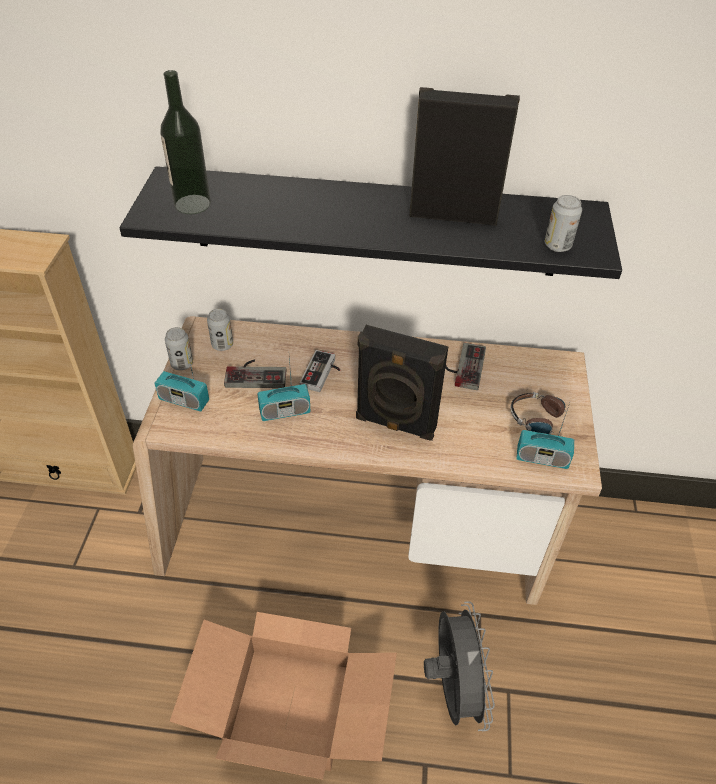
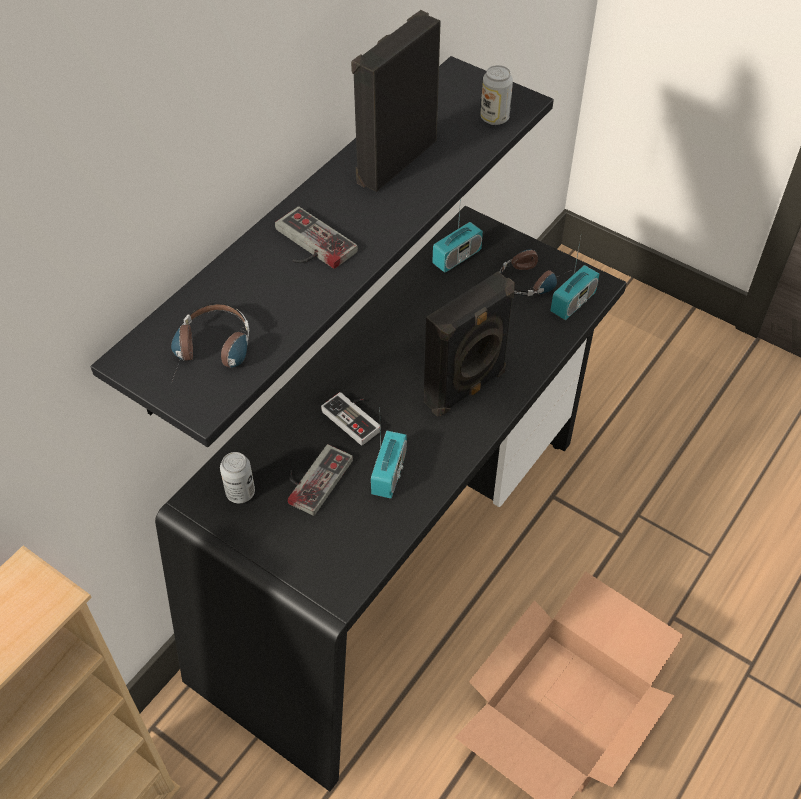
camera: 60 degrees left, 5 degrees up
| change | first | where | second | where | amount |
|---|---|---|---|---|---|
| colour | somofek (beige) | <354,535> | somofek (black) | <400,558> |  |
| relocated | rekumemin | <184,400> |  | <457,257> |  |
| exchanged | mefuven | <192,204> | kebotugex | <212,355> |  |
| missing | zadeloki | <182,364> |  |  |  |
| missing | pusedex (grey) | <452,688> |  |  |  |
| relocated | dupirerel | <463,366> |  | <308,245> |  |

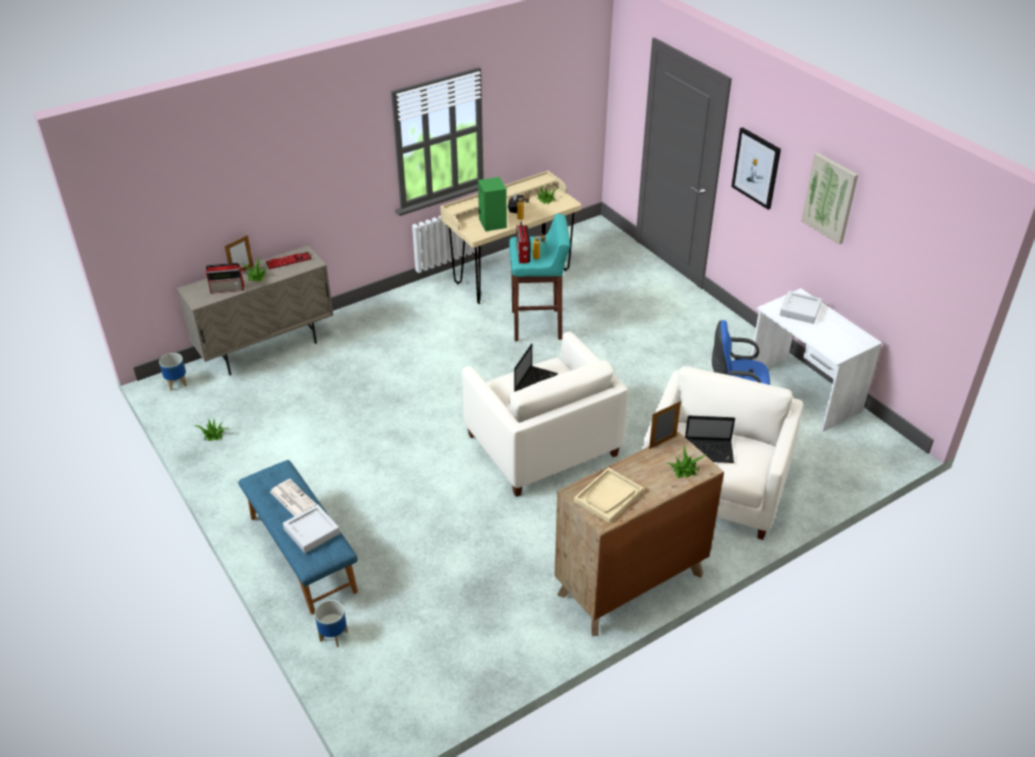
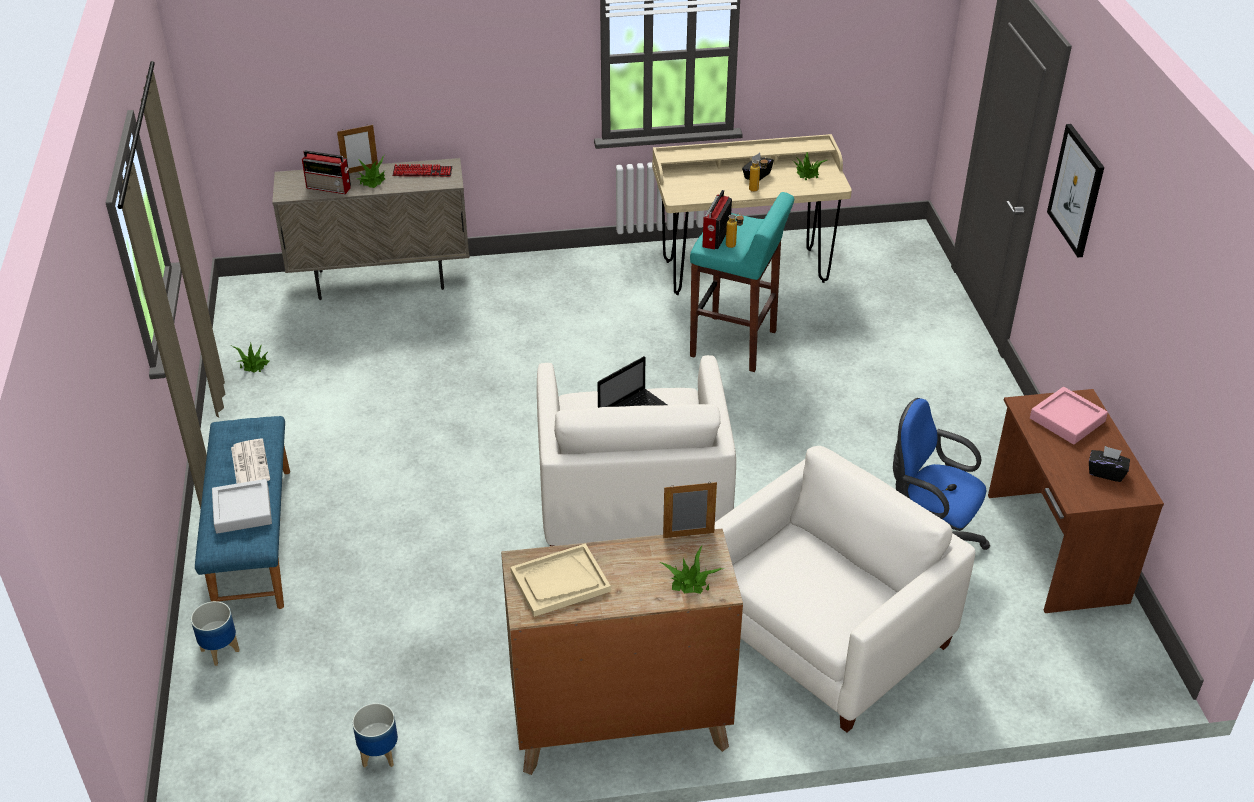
camera: 25 degrees right, 0 degrees up
| change | first | where | second | where | amount |
|---|---|---|---|---|---|
| relocated | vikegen | <177,383> |  | <380,754> |  |
| missing | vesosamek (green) | <493,223> |  |  |  |
| missing | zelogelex | <709,451> |  |  |  |
| colour | somofek (white) | <803,393> | somofek (brown) | <1054,548> |  |
| colour | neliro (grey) | <800,310> | neliro (pink) | <1067,420> |  |
| missing | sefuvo | <830,198> |  |  |  |
| appeared |  |  | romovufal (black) | <1106,472> |  |

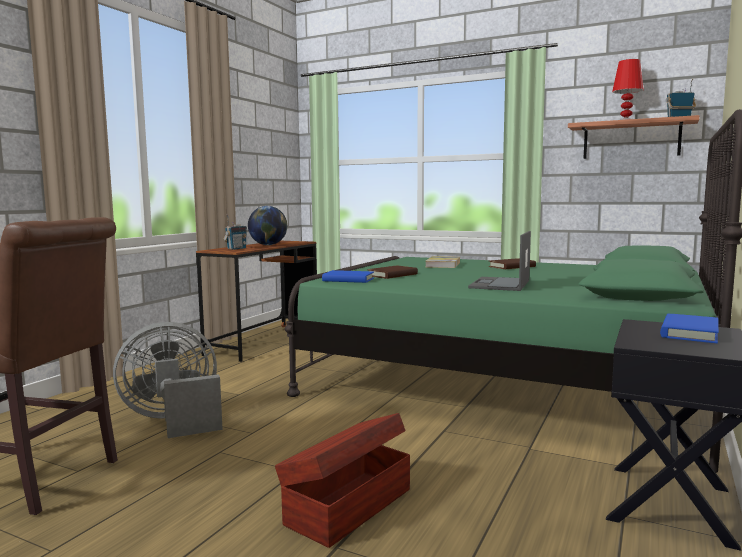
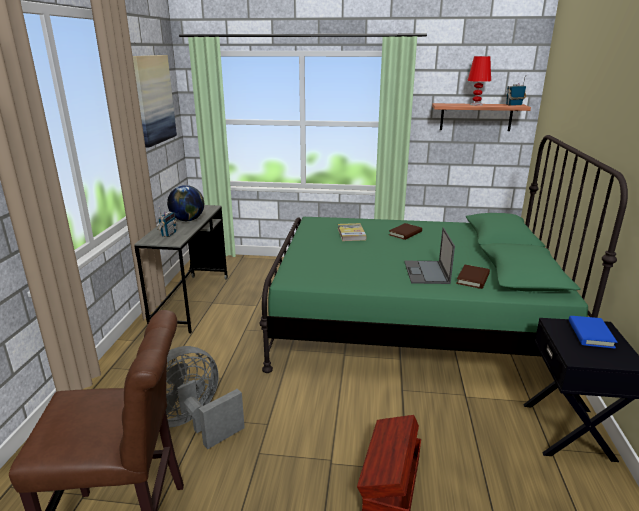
camera: 20 degrees left, 15 degrees up
| change | first | where | second | where | amount |
|---|---|---|---|---|---|
| colour | somofek (brown) | <264,342> | somofek (grey) | <191,301> |  |
| missing | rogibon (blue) | <348,280> |  |  |  |
| relocated | rogibon (brown) | <392,275> |  | <473,279> |  |
| appeared |  |  | sefuvo | <154,99> |  |

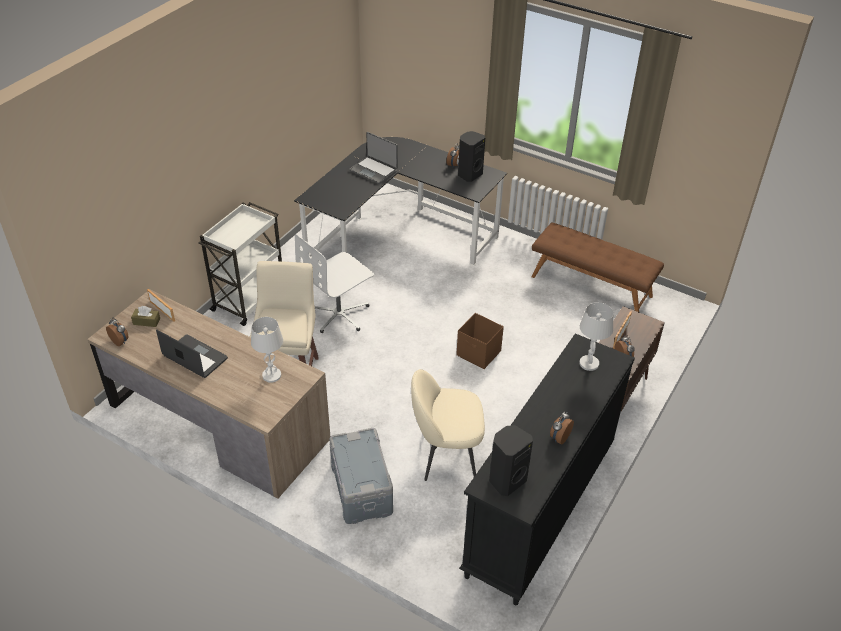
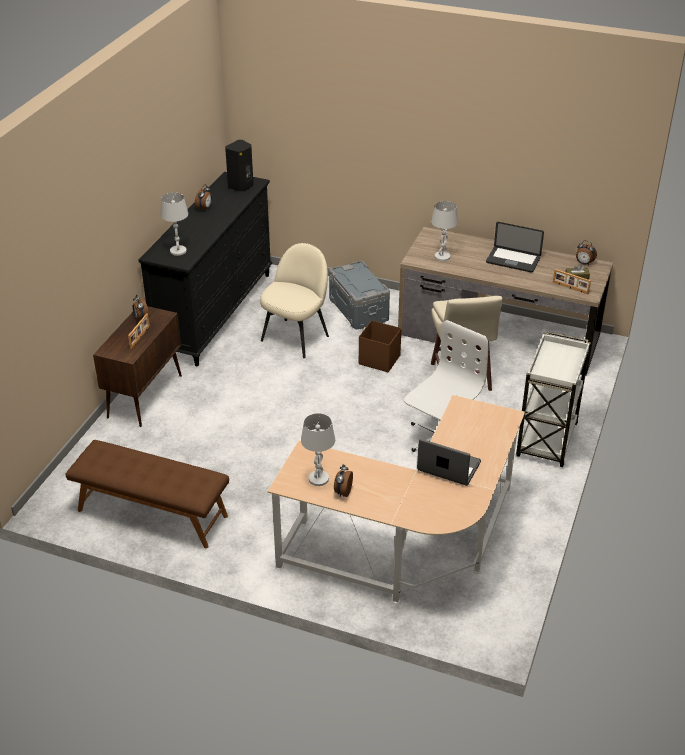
camera: 170 degrees right, 5 degrees down
| change | first | where | second | where | amount |
|---|---|---|---|---|---|
| colour | somofek (black) | <398,238> | somofek (beige) | <411,546> |  |
| spun | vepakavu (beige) | <446,455> |  | <296,337> | 45 degrees counterclockwise |
| relocated | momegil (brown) | <479,354> |  | <379,359> |  |
| exchanged | vesosamek (black) | <469,175> | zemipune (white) | <318,479> |  |

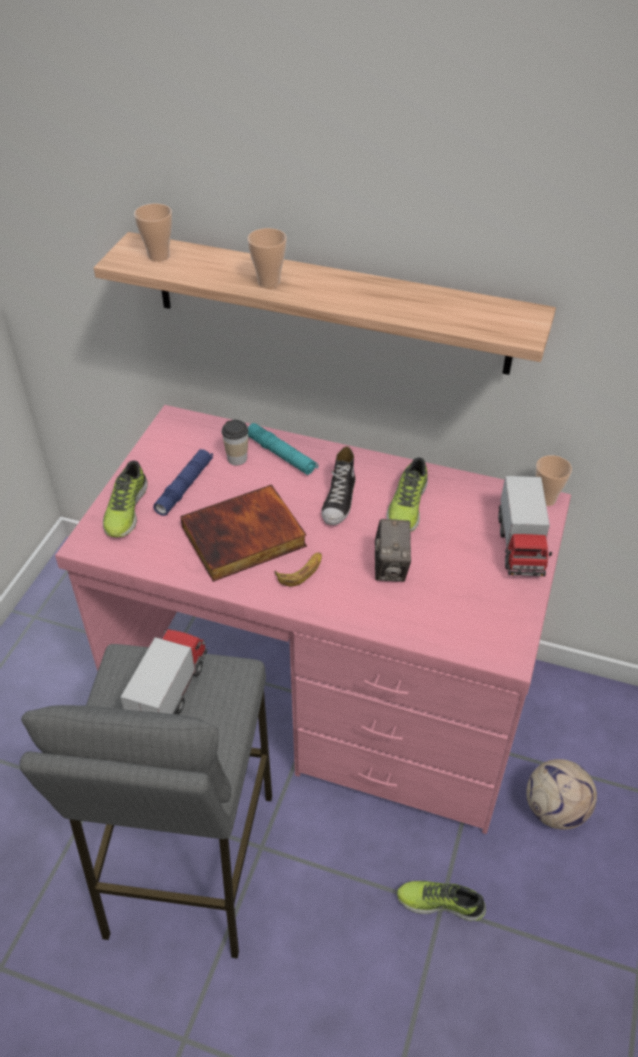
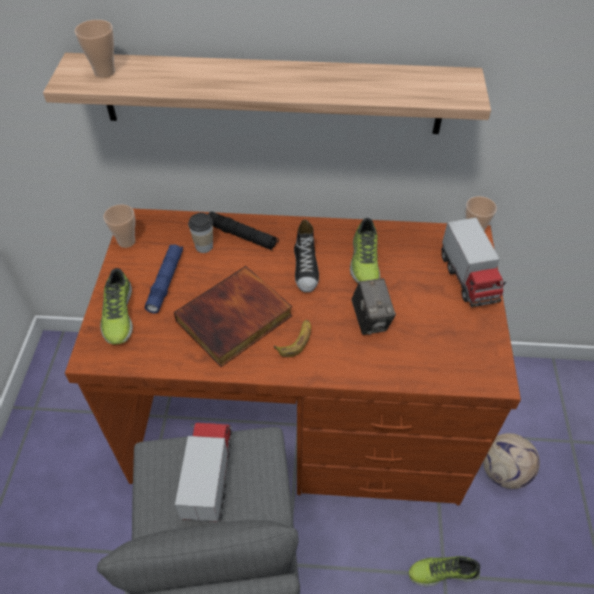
camera: 15 degrees left, 5 degrees up
| change | first | where | second | where | amount |
|---|---|---|---|---|---|
| colour | somofek (pink) | <323,693> | somofek (brown) | <299,419> |  |
| relocated | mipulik | <269,282> |  | <126,241> |  |
| colour | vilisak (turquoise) | <281,455> | vilisak (black) | <242,236> |  |

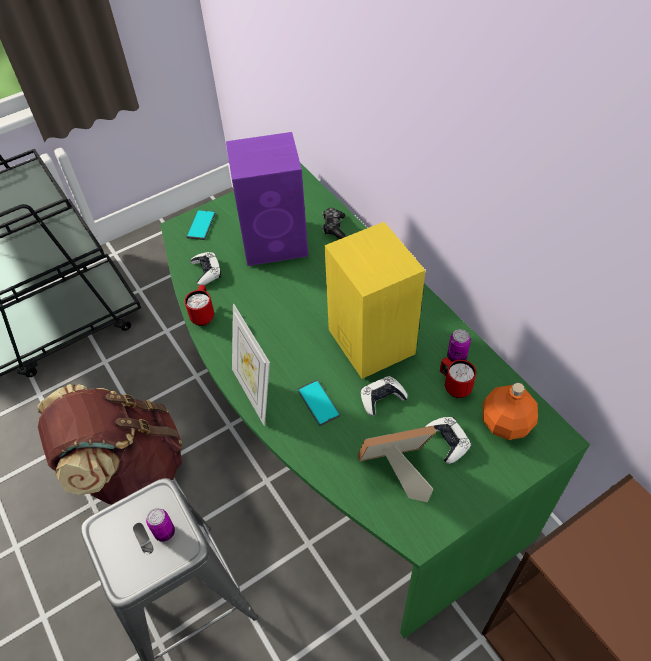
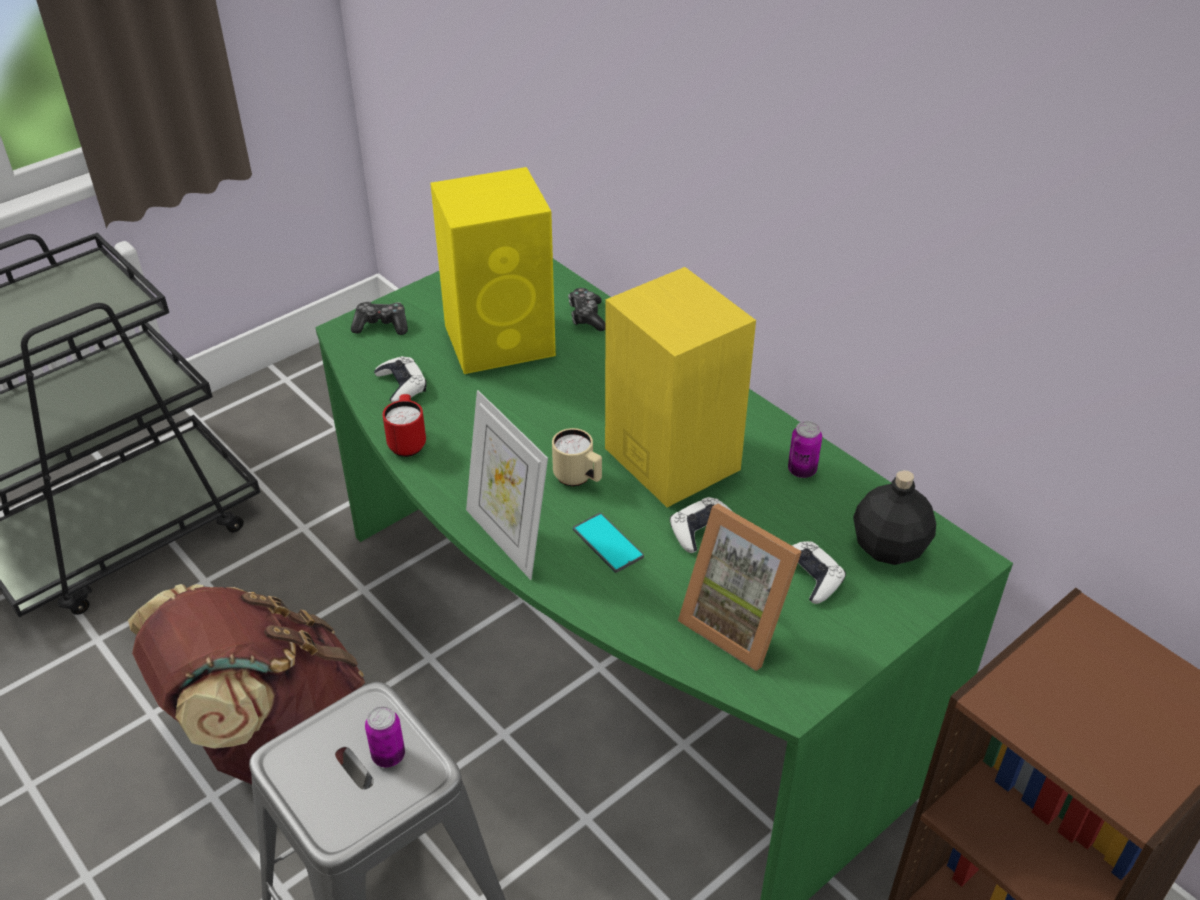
camera: 10 degrees left, 10 degrees down
| change | first | where | second | where | amount |
|---|---|---|---|---|---|
| exchanged | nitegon | <201,225> | dupirerel | <381,325> |  |
| colour | vesosamek (purple) | <276,241> | vesosamek (yellow) | <502,340> |  |
| spun | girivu | <395,473> |  | <739,623> | 120 degrees counterclockwise |
| missing | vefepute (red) | <454,386> |  |  |  |
| colour | mefuven (orange) | <505,424> | mefuven (black) | <888,548> |  |
| appeared |  |  | vefepute (beige) | <578,479> |  |

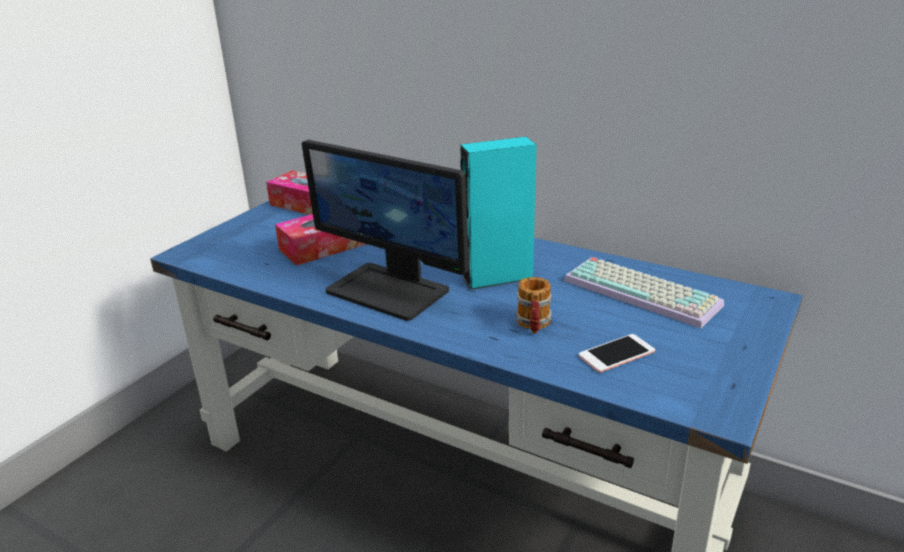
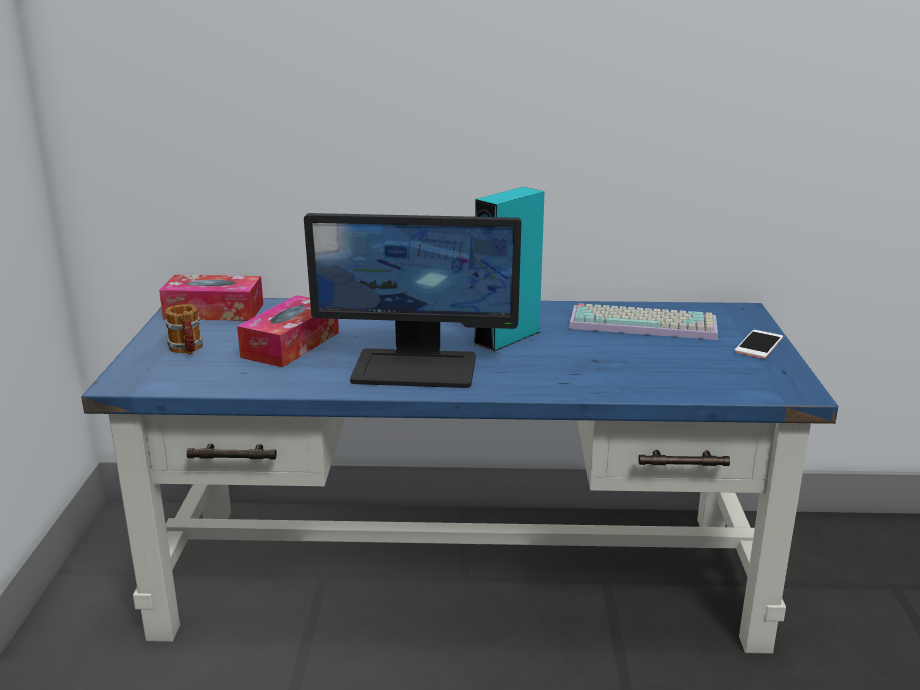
camera: 30 degrees left, 5 degrees down
| change | first | where | second | where | amount |
|---|---|---|---|---|---|
| relocated | vefepute | <533,325> |  | <187,349> |  |
| relocated | nitegon | <616,354> |  | <759,345> |  |

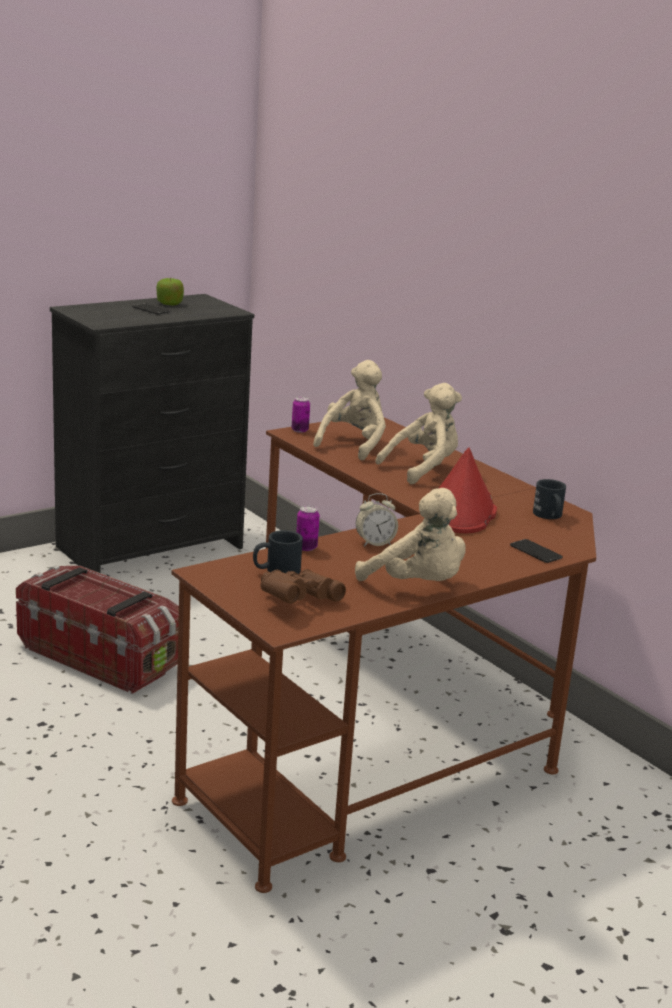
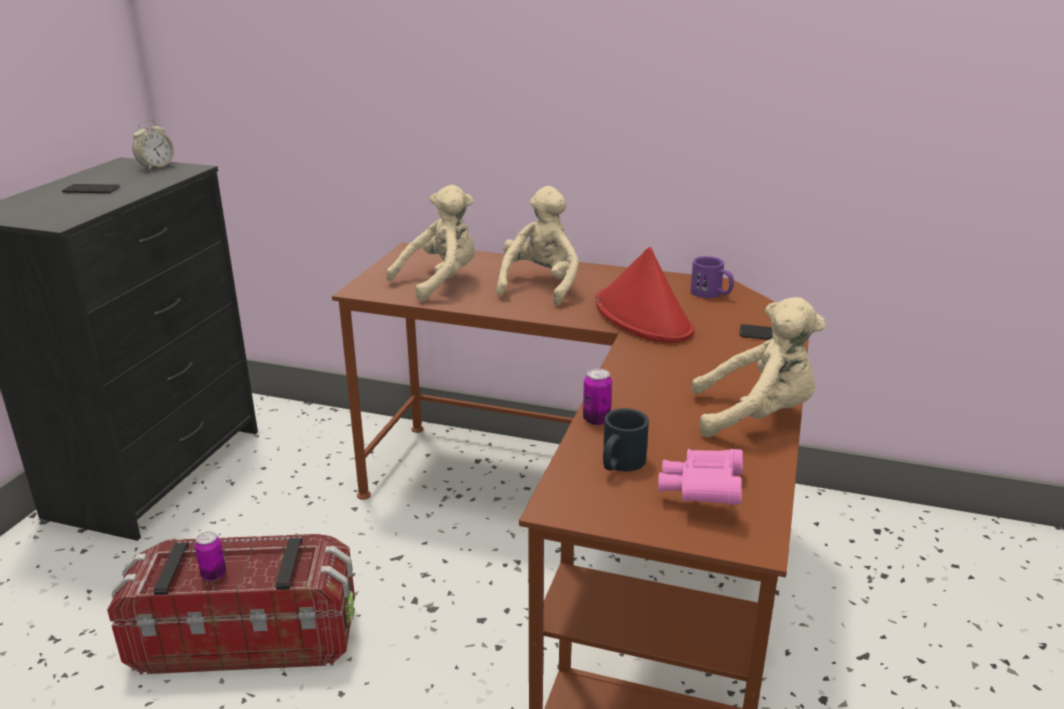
camera: 35 degrees left, 5 degrees up
| change | first | where | second | where | amount |
|---|---|---|---|---|---|
| missing | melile | <169,304> |  |  |  |
| colour | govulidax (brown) | <297,601> | govulidax (pink) | <701,493> |  |
| relocated | zadeloki | <300,430> |  | <213,574> |  |
| spun | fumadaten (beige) | <354,444> |  | <440,282> | 60 degrees clockwise |
| relocated | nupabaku | <375,543> |  | <156,167> |  |
| colour | vefepute (black) | <549,516> | vefepute (purple) | <711,294> |  |

